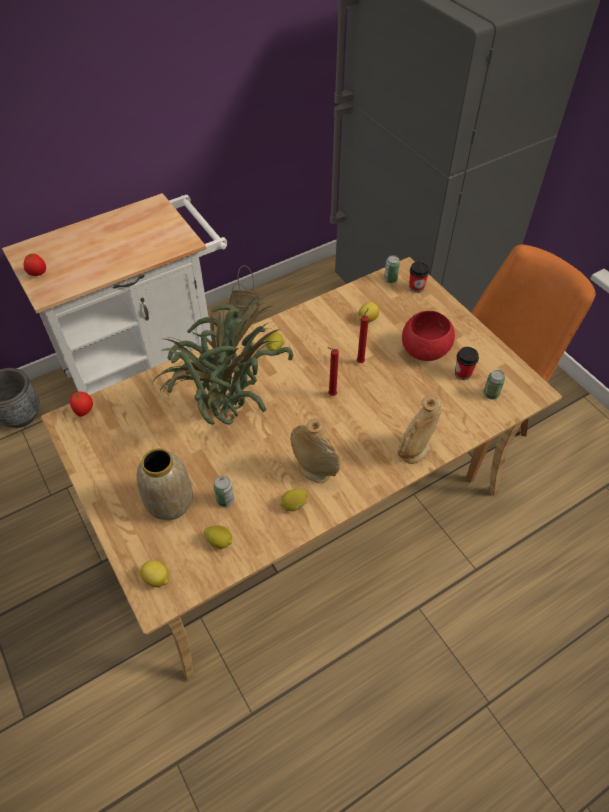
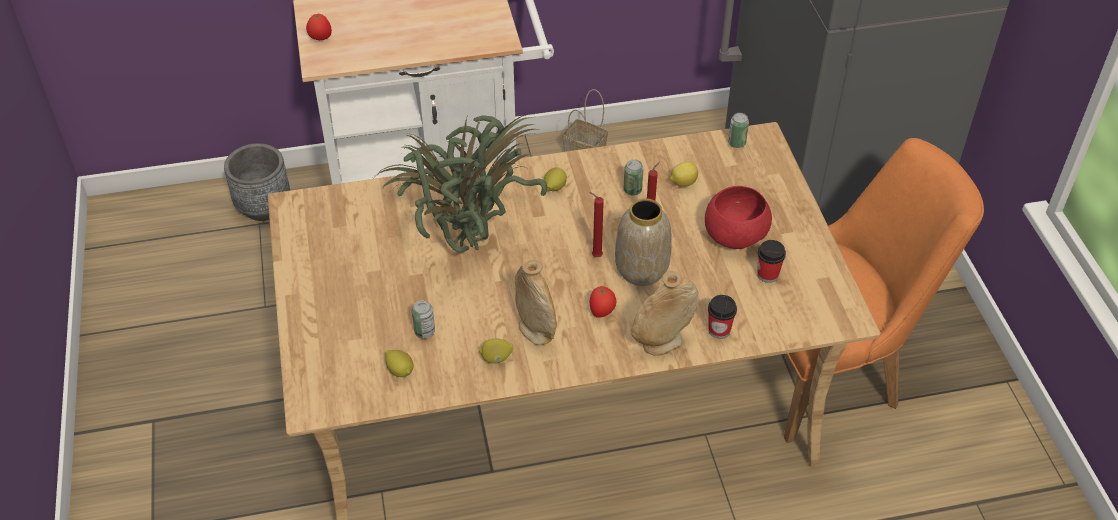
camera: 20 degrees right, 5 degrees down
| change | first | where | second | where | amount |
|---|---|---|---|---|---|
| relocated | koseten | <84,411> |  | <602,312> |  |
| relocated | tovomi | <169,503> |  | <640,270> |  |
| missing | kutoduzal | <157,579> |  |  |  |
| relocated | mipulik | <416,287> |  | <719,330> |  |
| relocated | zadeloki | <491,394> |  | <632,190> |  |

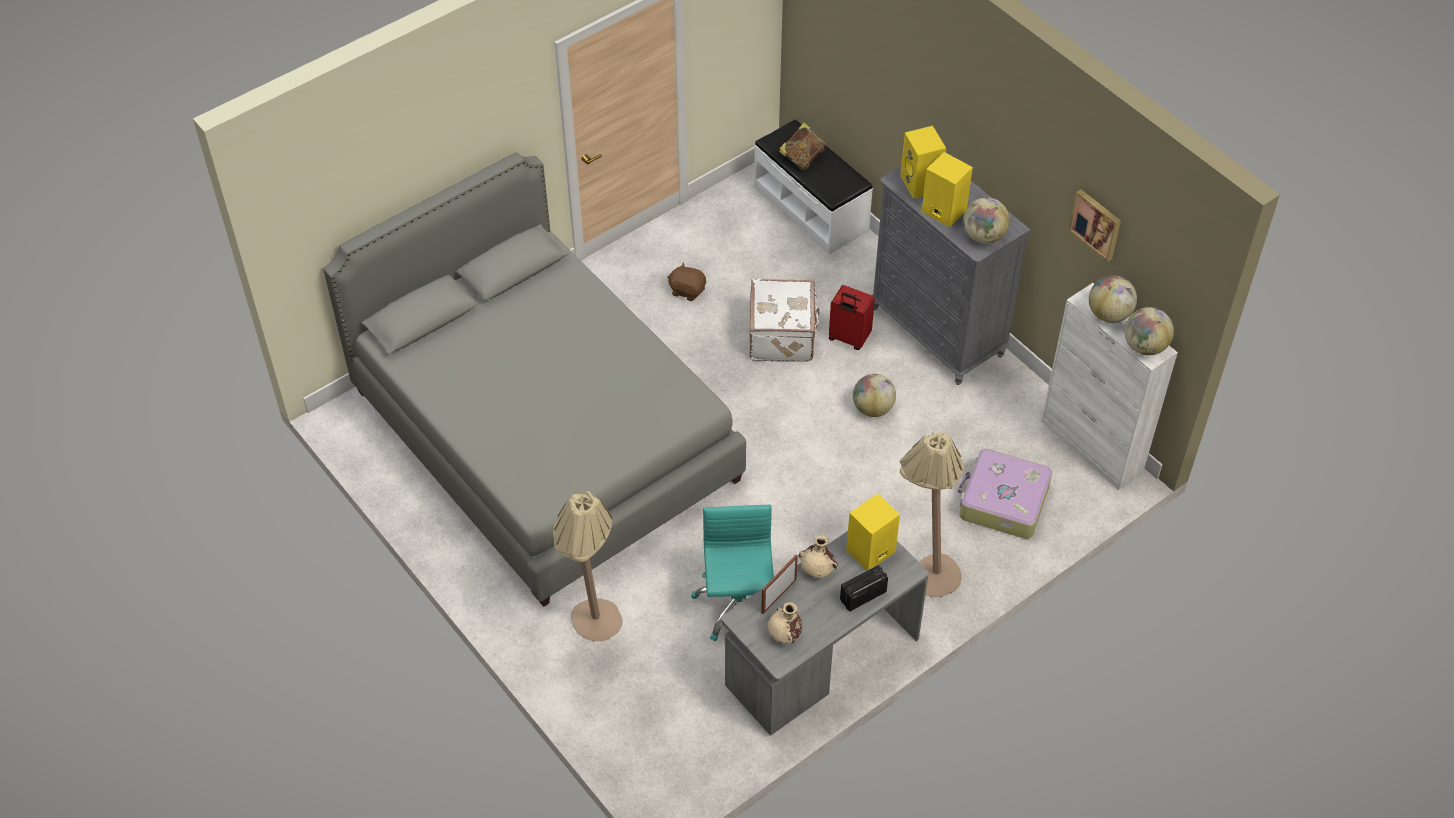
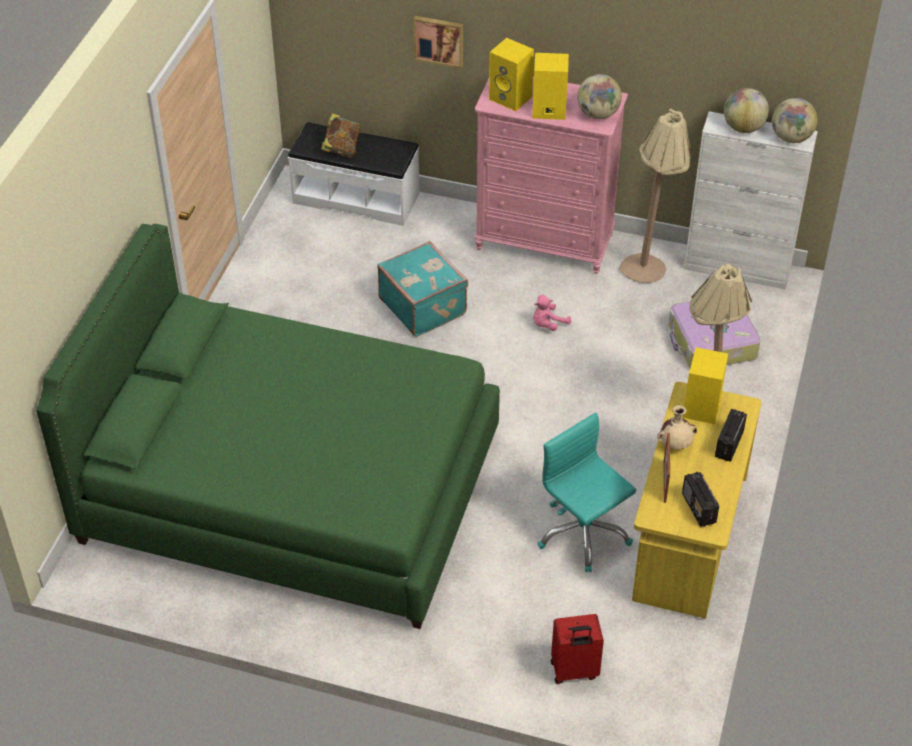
camera: 35 degrees left, 5 degrees down
| change | first | where | second | where | amount |
|---|---|---|---|---|---|
| colour | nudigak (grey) | <545,435> | nudigak (green) | <291,488> |  |
| relocated | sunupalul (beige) | <593,630> |  | <647,276> |  |
| missing | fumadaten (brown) | <687,290> |  |  |  |
| colour | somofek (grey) | <821,660> | somofek (yellow) | <688,537> |  |
| colour | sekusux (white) | <783,336> | sekusux (turquoise) | <423,305> |  |
| exchanged | tovomi (beige) | <785,635> | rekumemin | <699,509> |  |
| relocated | sekusux (red) | <848,338> |  | <574,671> |  |
| exchanged | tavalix | <873,408> | fumadaten (pink) | <548,324> |  |
| colour | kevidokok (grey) | <937,332> | kevidokok (pink) | <544,242> |  |
| relocated | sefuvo | <1096,224> |  | <439,40> |  |

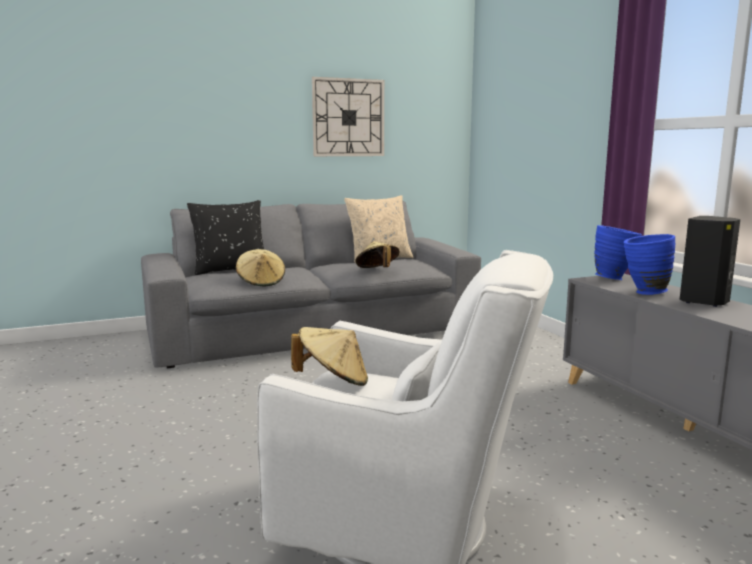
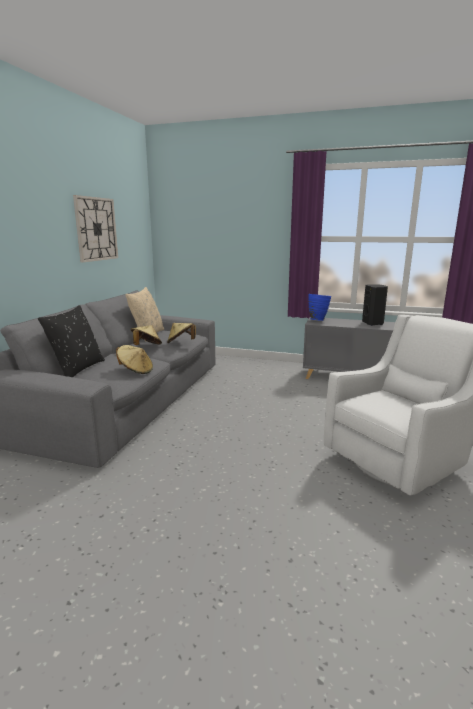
camera: 50 degrees left, 5 degrees up
| change | first | where | second | where | amount |
|---|---|---|---|---|---|
| relocated | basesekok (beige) | <333,381> |  | <146,346> |  |
| missing | tovomi (blue) | <643,293> |  |  |  |

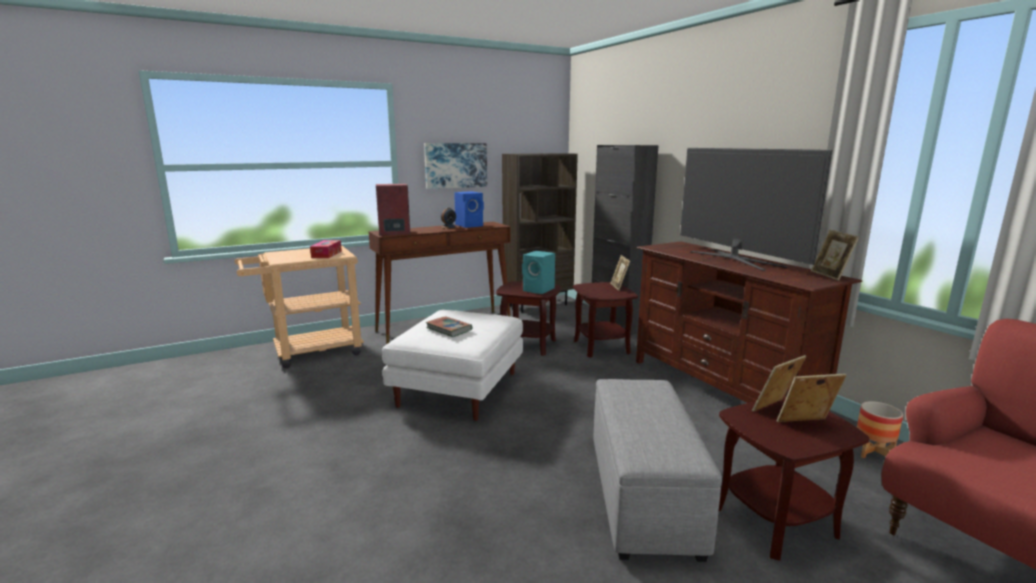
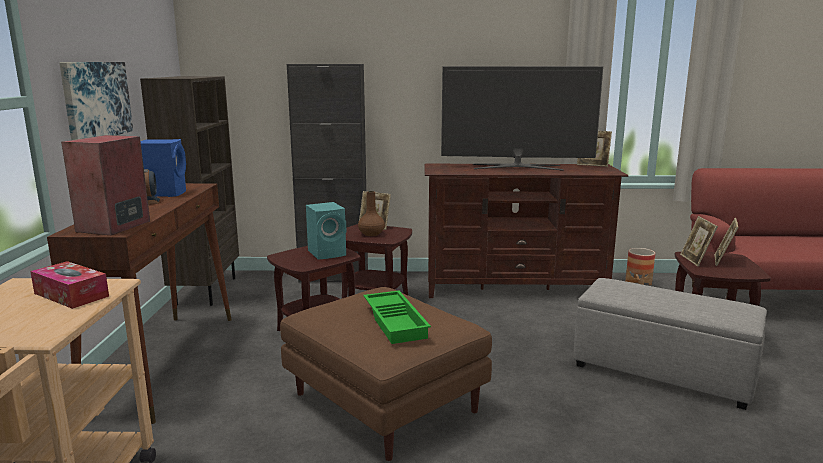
camera: 60 degrees left, 0 degrees up
| change | first | where | second | where | amount |
|---|---|---|---|---|---|
| colour | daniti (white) | <459,388> | daniti (brown) | <382,402> |  |
| exchanged | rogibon | <449,329> | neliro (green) | <396,322> |  |
| appeared |  |  | tovomi (brown) | <371,234> |  |

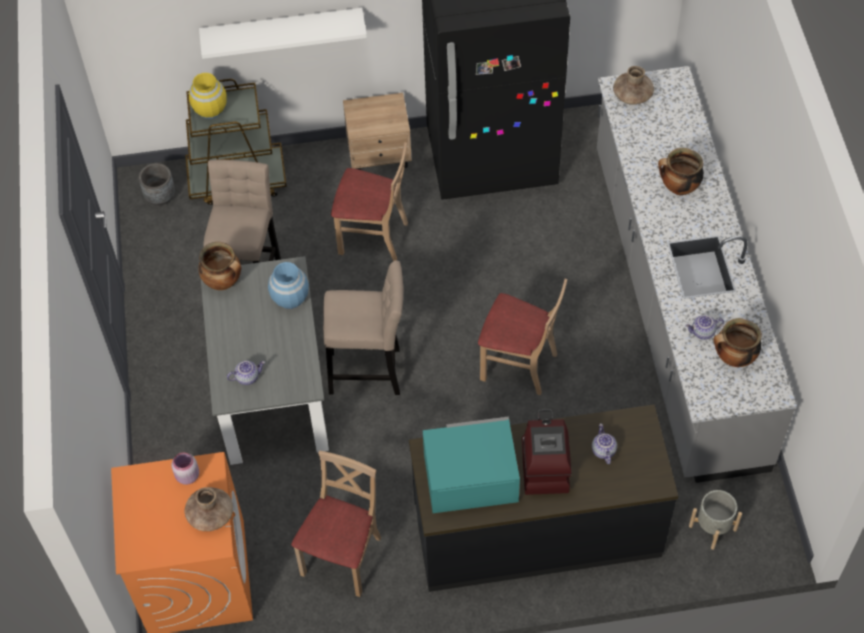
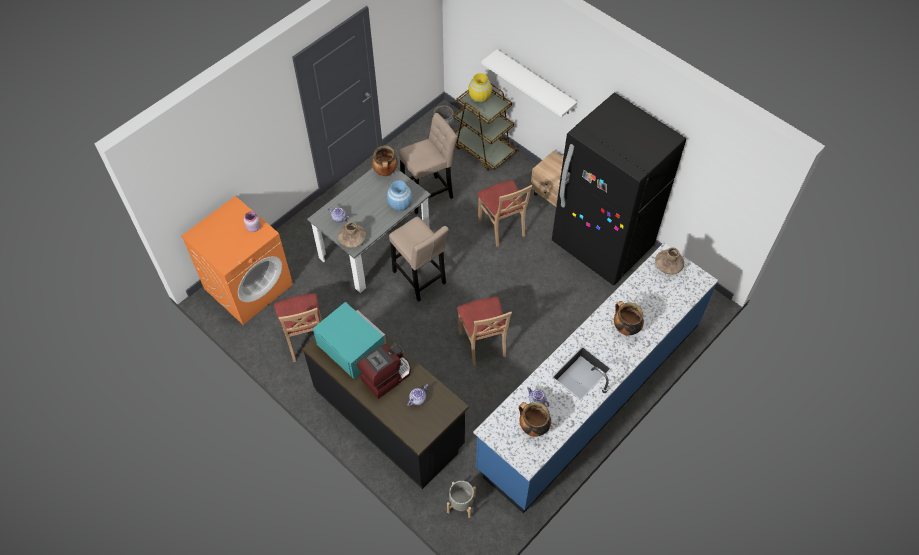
camera: 50 degrees right, 0 degrees up
| change | first | where | second | where | amount |
|---|---|---|---|---|---|
| relocated | tovomi (brown) | <210,515> |  | <352,240> |  |
| spun | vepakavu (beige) | <343,557> |  | <306,340> | 90 degrees clockwise |
| colour | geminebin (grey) | <675,304> | geminebin (blue) | <590,394> |  |

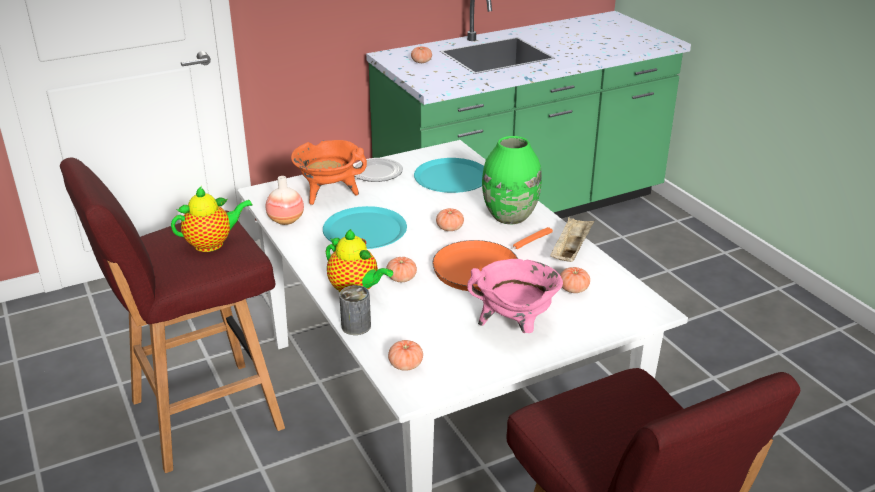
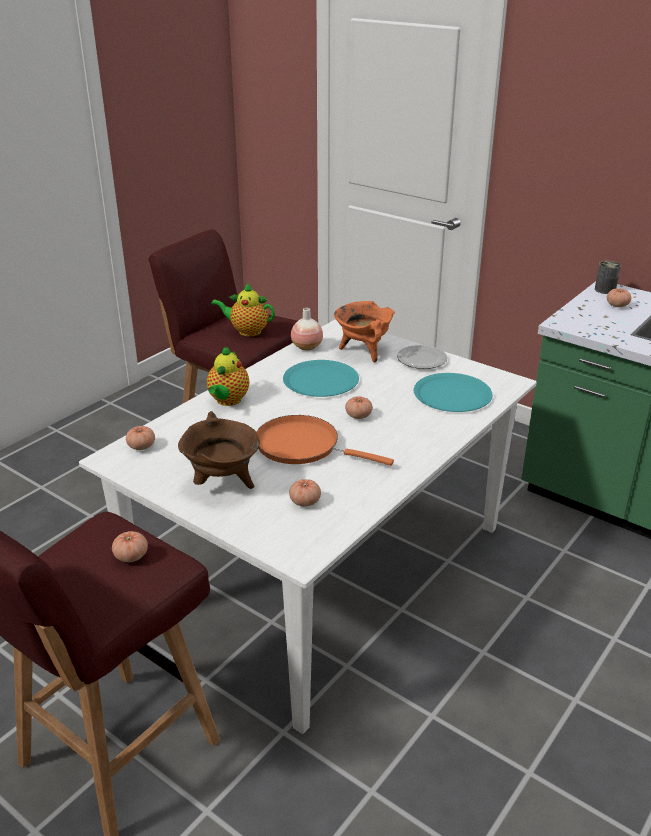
camera: 65 degrees right, 0 degrees up
| change | first | where | second | where | amount |
|---|---|---|---|---|---|
| spun | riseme | <212,244> |  | <247,331> | 150 degrees clockwise |
| relocated | zadeloki | <356,326> |  | <605,290> |  |
| relocated | koseten | <401,278> |  | <131,556> |  |
| colour | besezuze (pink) | <515,326> | besezuze (brown) | <223,483> |  |
| missing | tovomi (green) | <510,217> |  |  |  |
| missing | neliro (beige) | <570,251> |  |  |  |

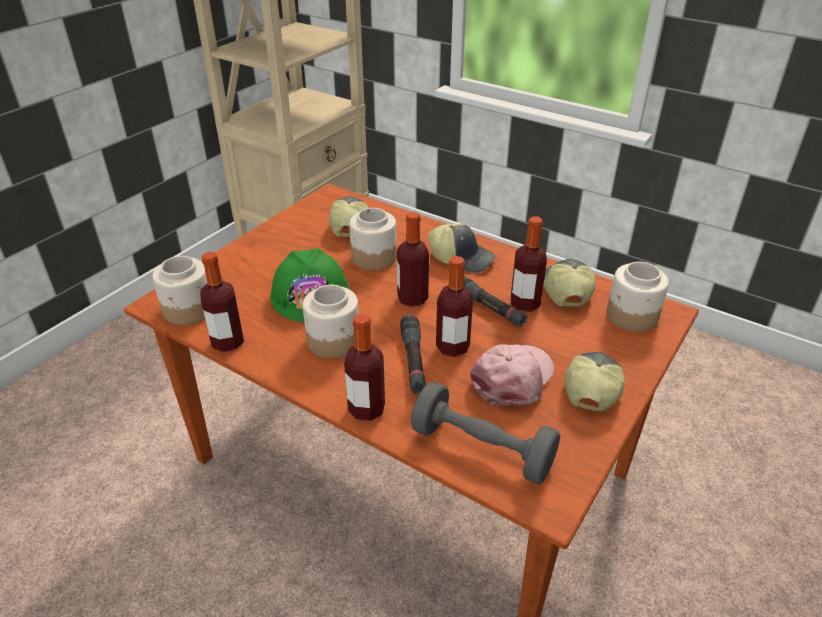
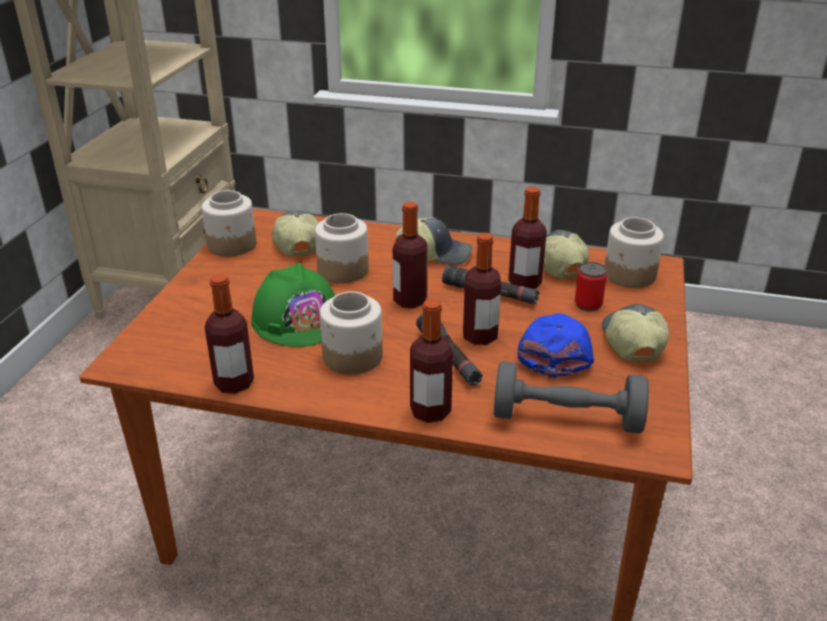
camera: 20 degrees left, 5 degrees down
| change | first | where | second | where | amount |
|---|---|---|---|---|---|
| relocated | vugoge | <189,310> |  | <232,245> |  |
| colour | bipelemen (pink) | <513,378> | bipelemen (blue) | <556,351> |  |
| appeared |  |  | zadeloki | <588,304> |  |

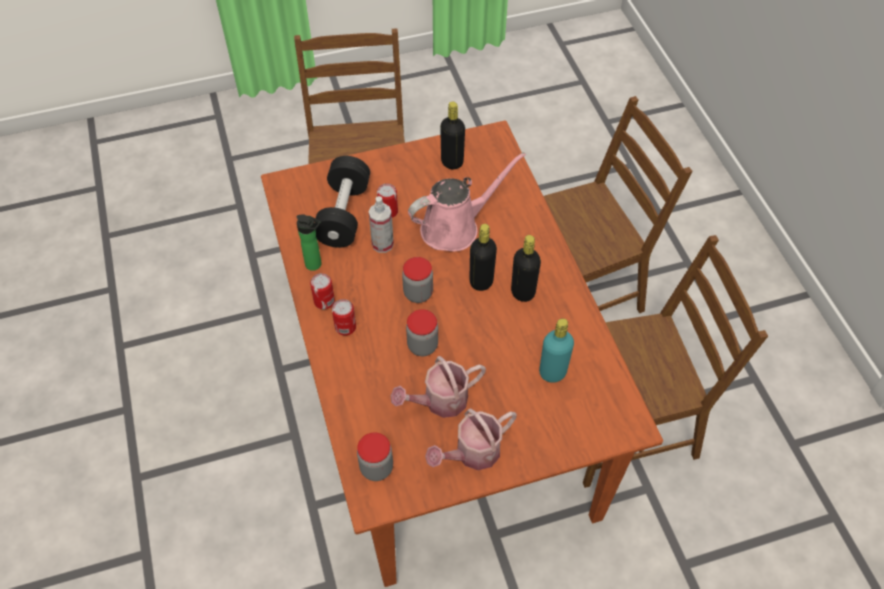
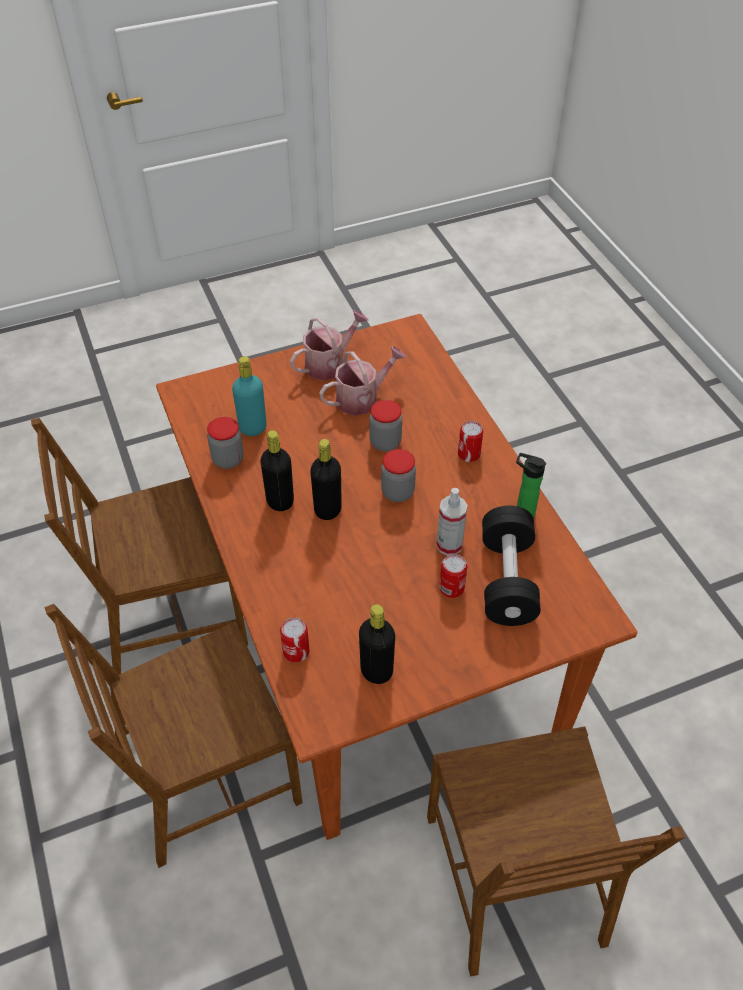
camera: 175 degrees right, 5 degrees down
| change | first | where | second | where | amount |
|---|---|---|---|---|---|
| relocated | zadeloki | <324,301> |  | <296,651> |  |
| relocated | vugoge | <376,468> |  | <228,459> |  |
| missing | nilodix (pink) | <455,227> |  |  |  |

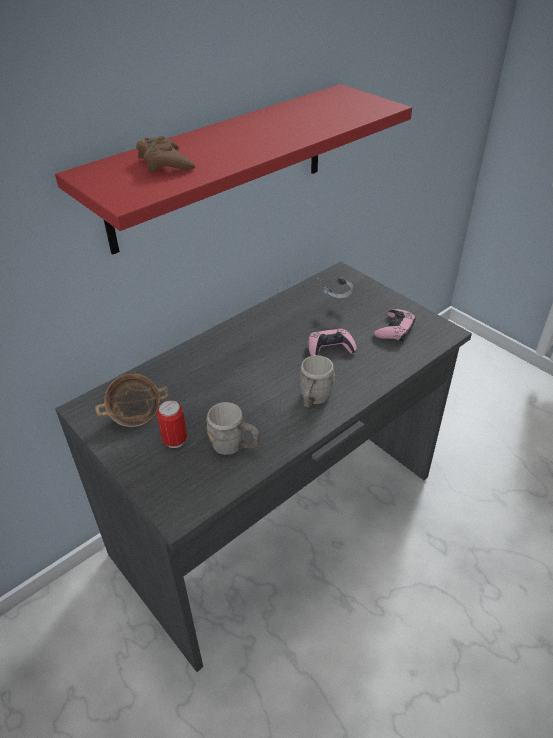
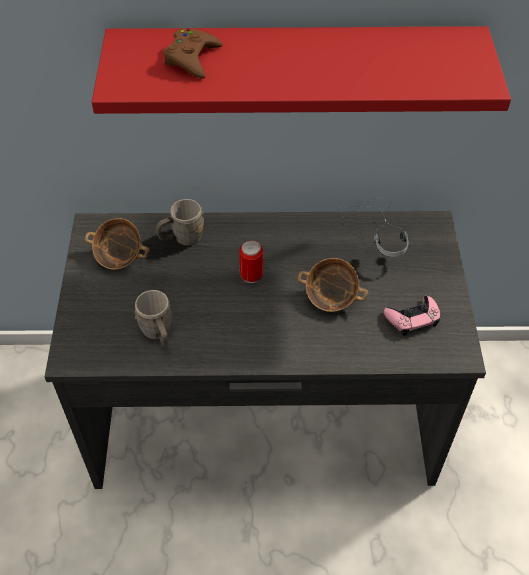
camera: 40 degrees right, 10 degrees up
| change | first | where | second | where | amount |
|---|---|---|---|---|---|
| relocated | zadeloki | <175,440> |  | <251,276> |  |
| relocated | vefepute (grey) | <313,399> |  | <182,238> |  |
| exchanged | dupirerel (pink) | <330,348> | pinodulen | <330,298> |  |

